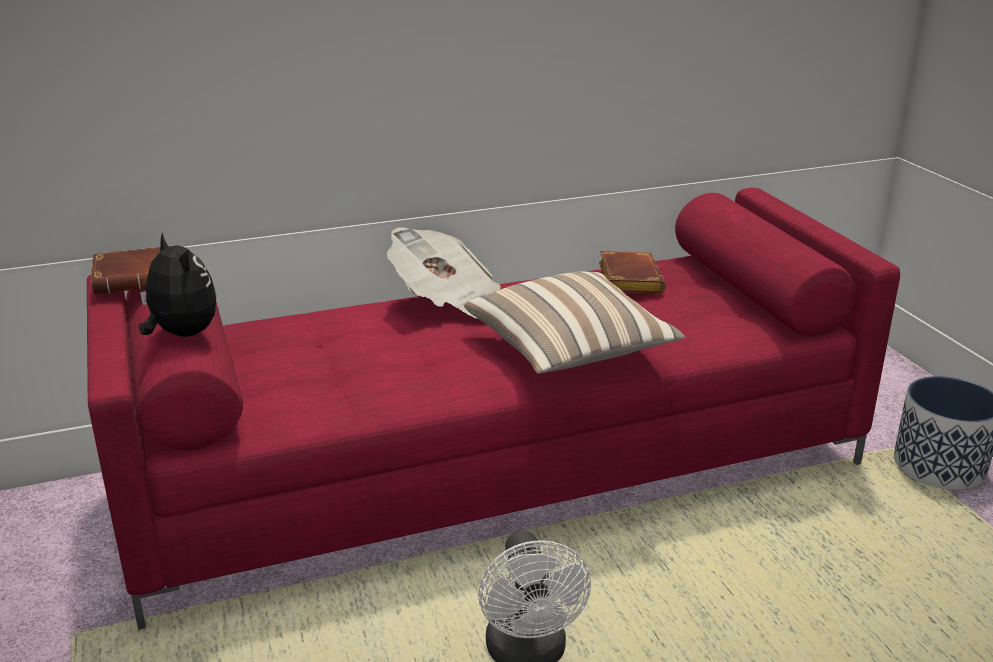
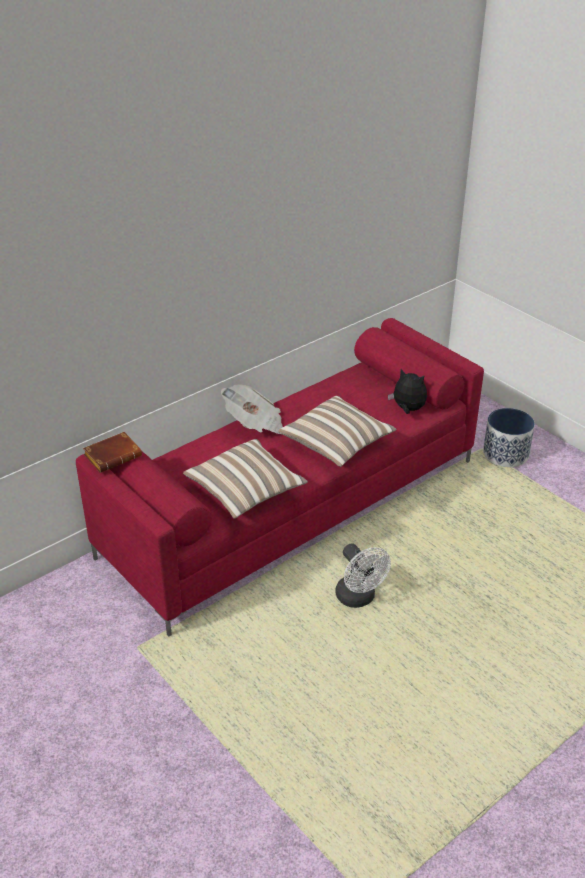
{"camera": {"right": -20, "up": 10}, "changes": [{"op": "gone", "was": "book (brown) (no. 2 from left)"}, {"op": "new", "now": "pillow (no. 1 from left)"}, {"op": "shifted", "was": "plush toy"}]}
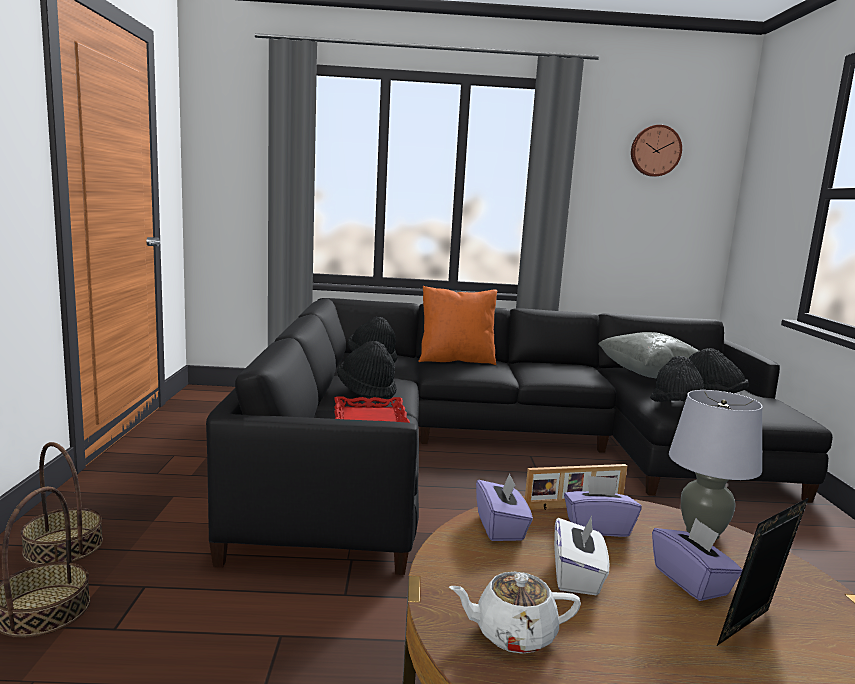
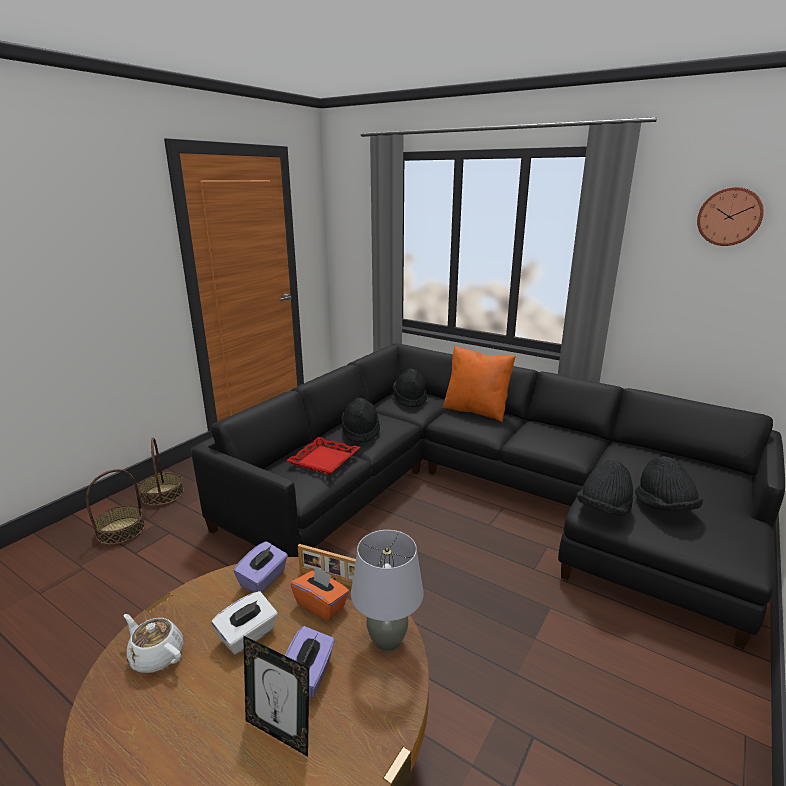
{"camera": {"right": 35, "up": 10}, "changes": [{"op": "gone", "was": "pillow (grey)"}, {"op": "repainted", "was": "tissue box (purple) (no. 2 from left)", "now": "tissue box (orange)"}, {"op": "rotated", "was": "picture frame (no. 2 from left in the first image)", "clockwise": -150}]}
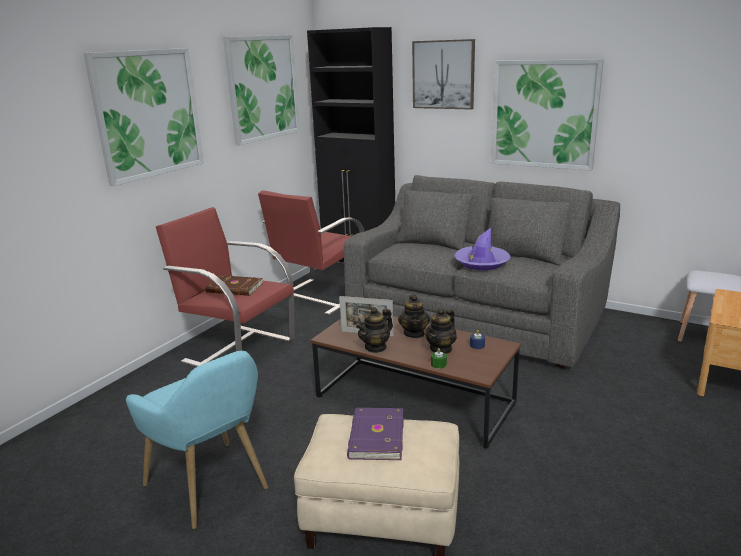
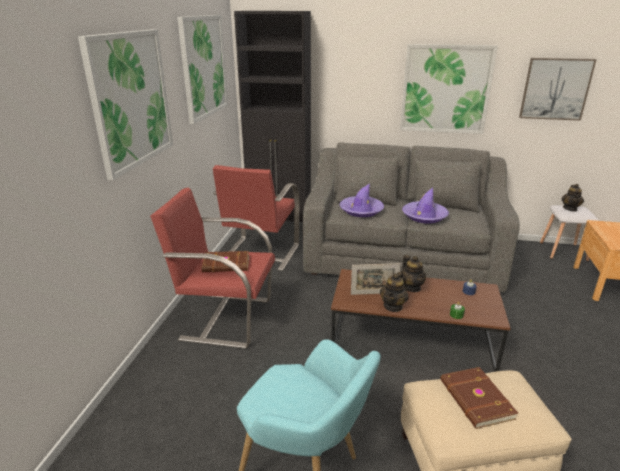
{"camera": {"right": -20, "up": 5}, "changes": [{"op": "new", "now": "hat (purple) (no. 1 from left)"}, {"op": "shifted", "was": "picture (no. 3 from left in the first image)", "now": "picture (no. 4 from left)"}, {"op": "shifted", "was": "teapot (no. 3 from left)"}, {"op": "repainted", "was": "book (purple)", "now": "book (brown) (no. 2 from left)"}]}
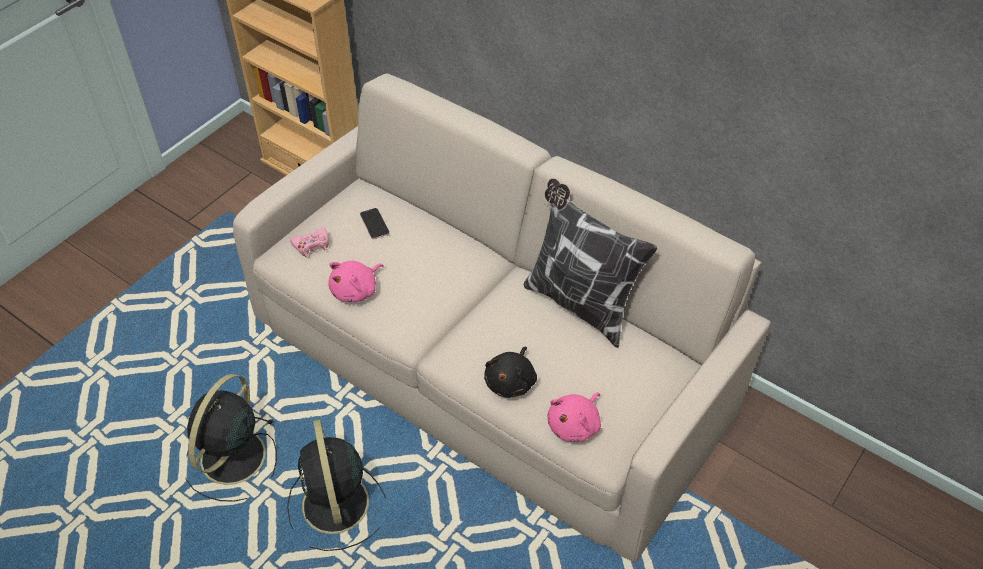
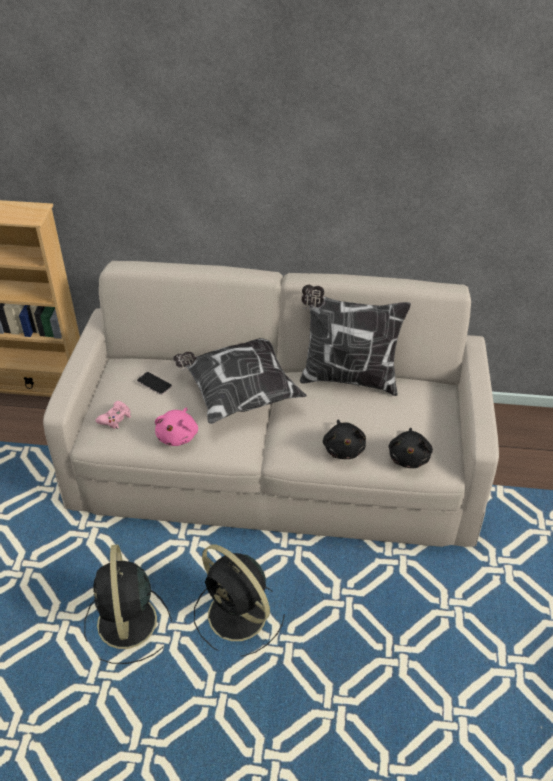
{"camera": {"right": -30, "up": -5}, "changes": [{"op": "new", "now": "pillow (no. 1 from left)"}, {"op": "repainted", "was": "plush toy (pink) (no. 2 from left)", "now": "plush toy (black) (no. 2 from left)"}]}
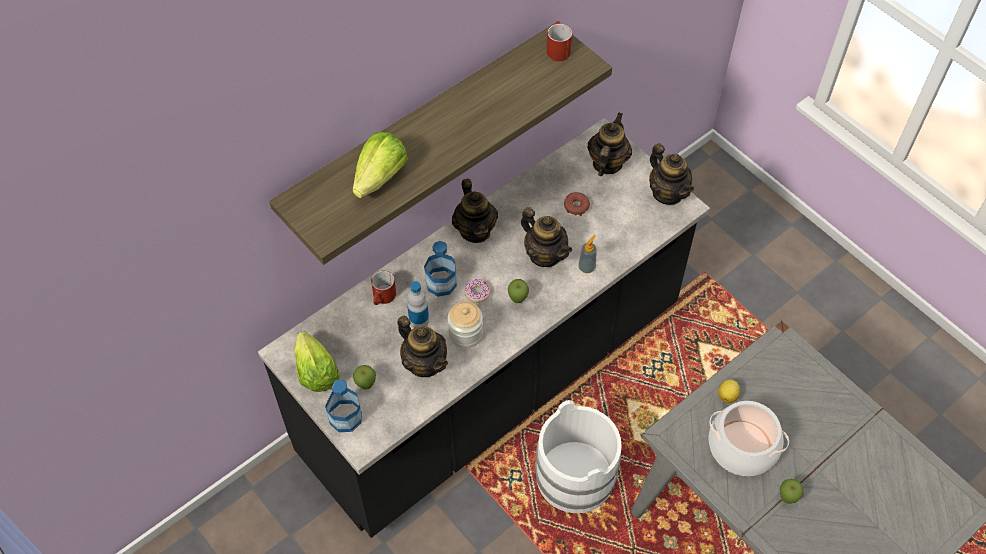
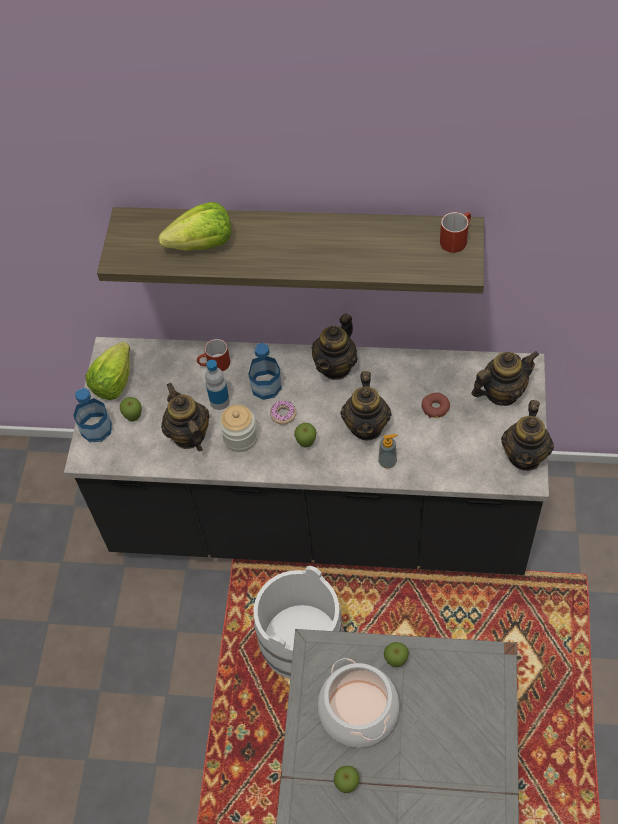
{"camera": {"right": 50, "up": 0}, "changes": [{"op": "swapped", "was": "lemon", "now": "apple (no. 4 from left)"}, {"op": "rotated", "was": "teapot (no. 1 from left)", "clockwise": 150}]}
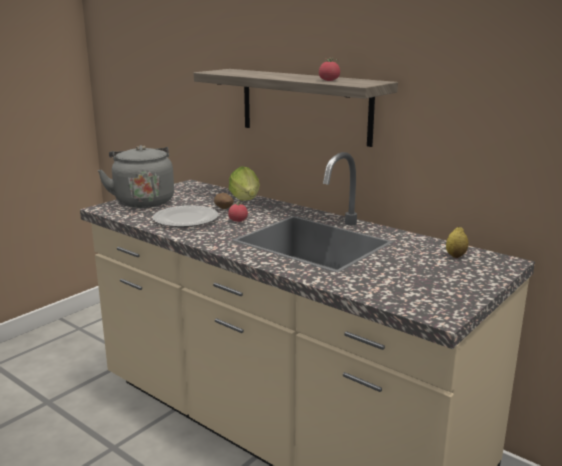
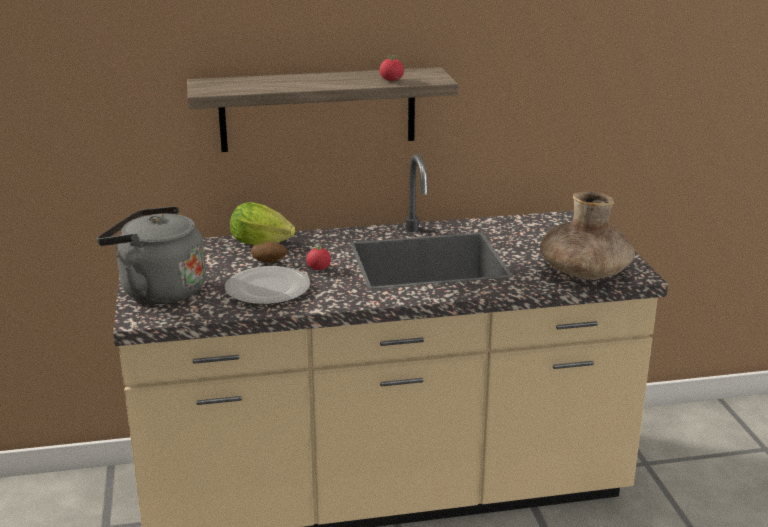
{"camera": {"right": -50, "up": 5}, "changes": [{"op": "gone", "was": "lemon"}, {"op": "new", "now": "vase (brown)"}]}
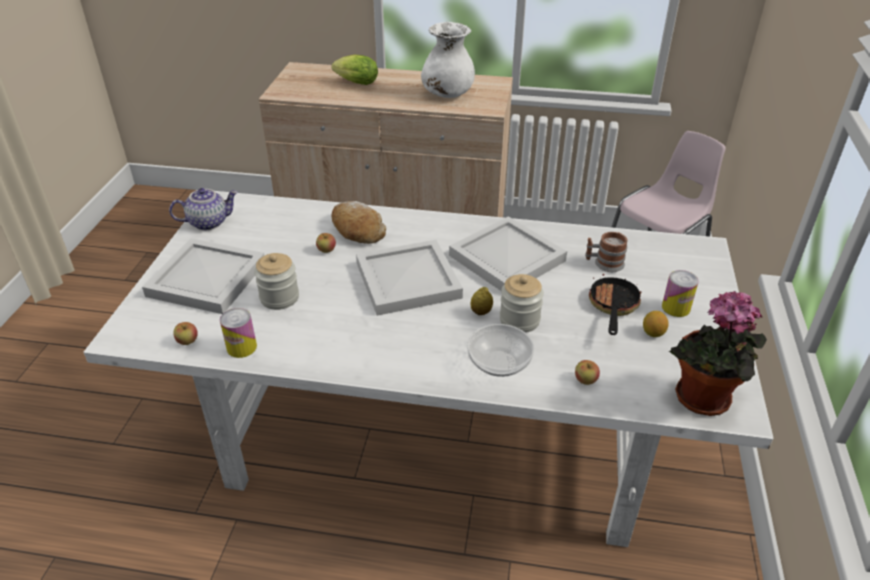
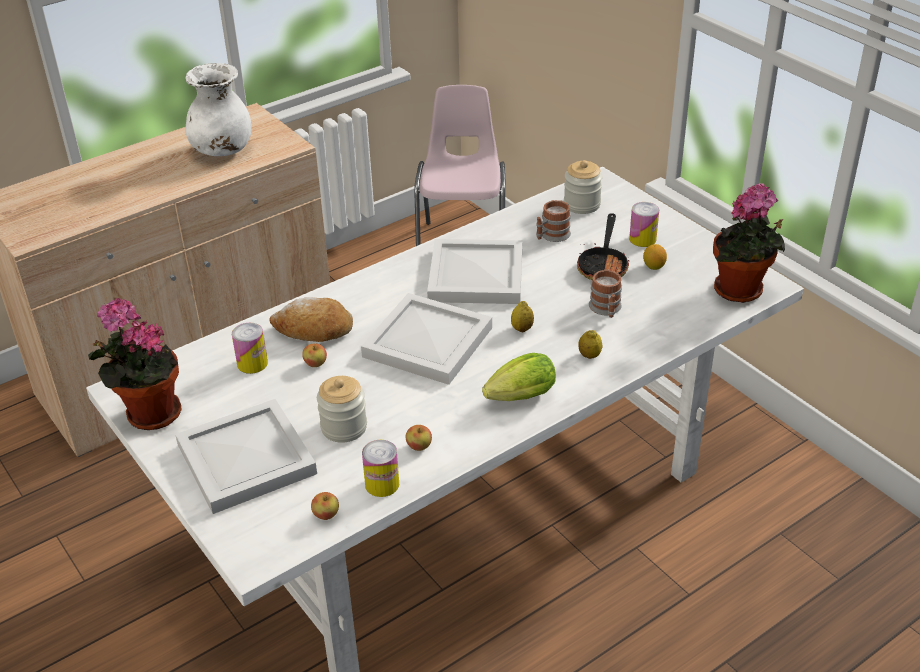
{"camera": {"right": -45, "up": 0}, "changes": [{"op": "new", "now": "can (no. 1 from left)"}, {"op": "new", "now": "mug (no. 2 from left)"}, {"op": "shifted", "was": "lettuce"}, {"op": "shifted", "was": "jar (no. 2 from left)"}, {"op": "shifted", "was": "apple (no. 3 from left)"}, {"op": "swapped", "was": "teapot", "now": "potted plant (no. 1 from left)"}, {"op": "swapped", "was": "bowl", "now": "lemon (no. 2 from left)"}, {"op": "rotated", "was": "frying pan", "clockwise": -135}]}
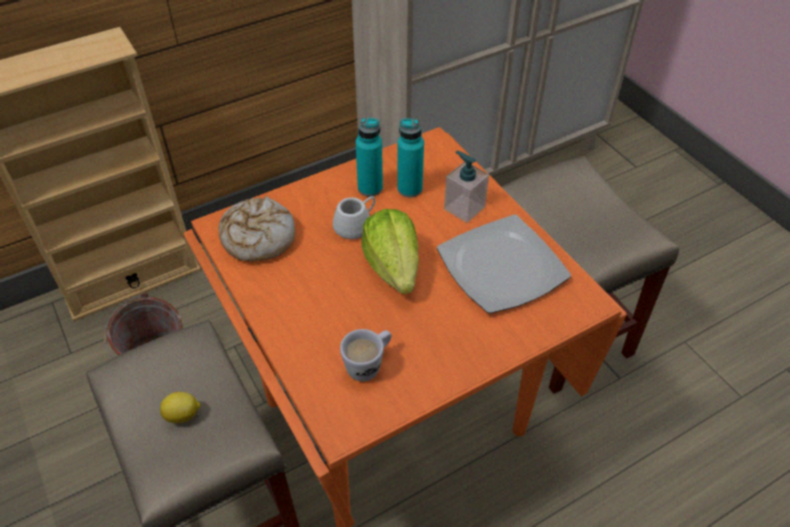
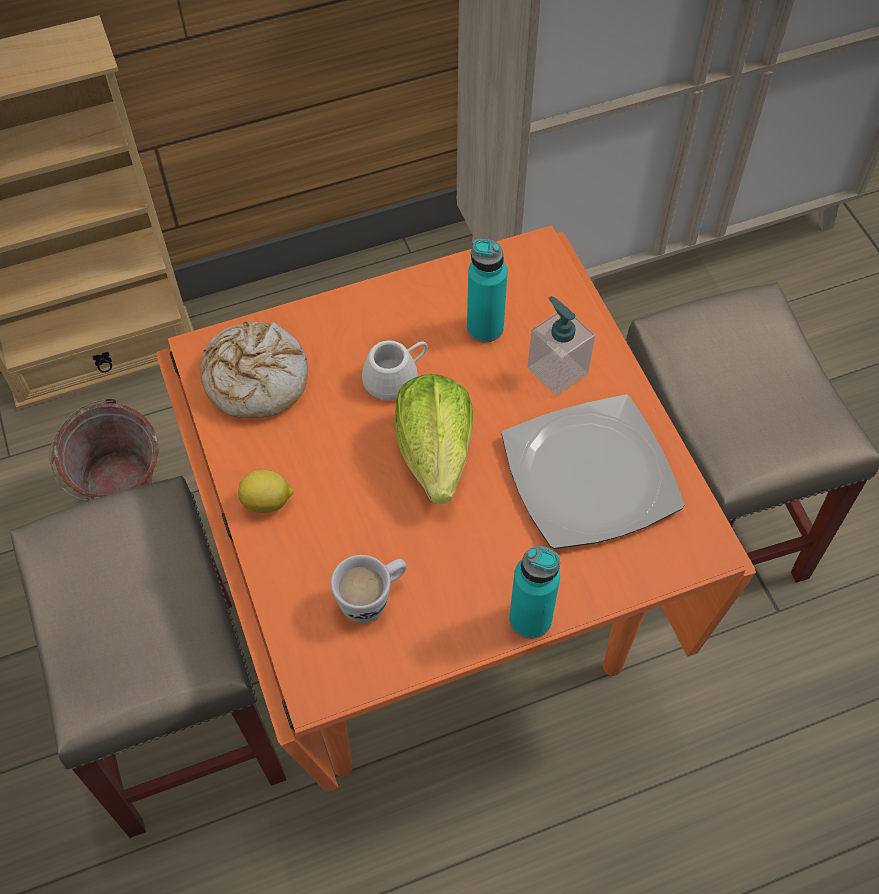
{"camera": {"right": 10, "up": 10}, "changes": [{"op": "shifted", "was": "lemon"}, {"op": "shifted", "was": "bottle (turquoise) (no. 1 from left in the first image)", "now": "bottle (turquoise) (no. 2 from left)"}]}
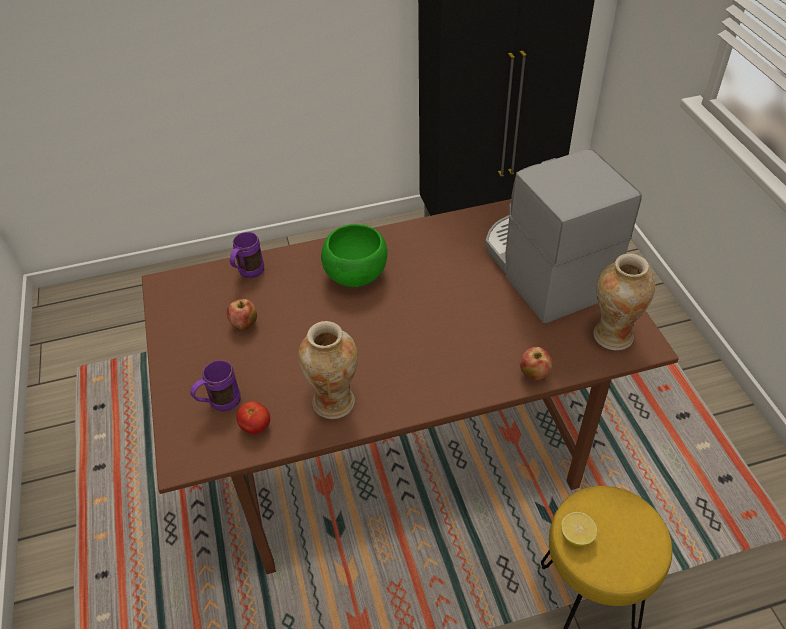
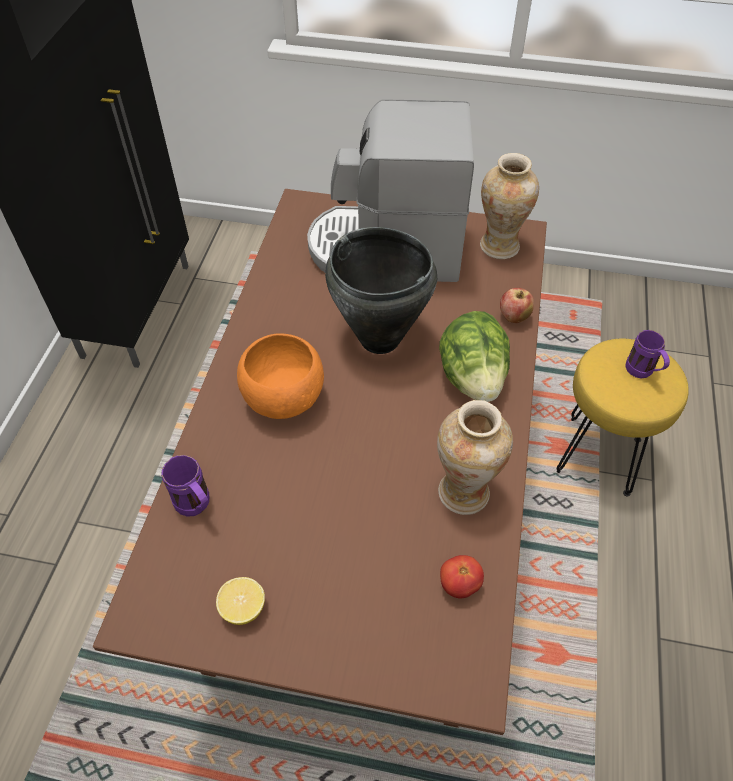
{"camera": {"right": -65, "up": 5}, "changes": [{"op": "gone", "was": "apple (no. 1 from left)"}, {"op": "new", "now": "cooking pot (black)"}, {"op": "new", "now": "lettuce"}, {"op": "shifted", "was": "mug (purple) (no. 1 from left in the first image)", "now": "mug (purple) (no. 2 from left)"}, {"op": "shifted", "was": "lemon"}, {"op": "repainted", "was": "bowl (green)", "now": "bowl (orange)"}]}
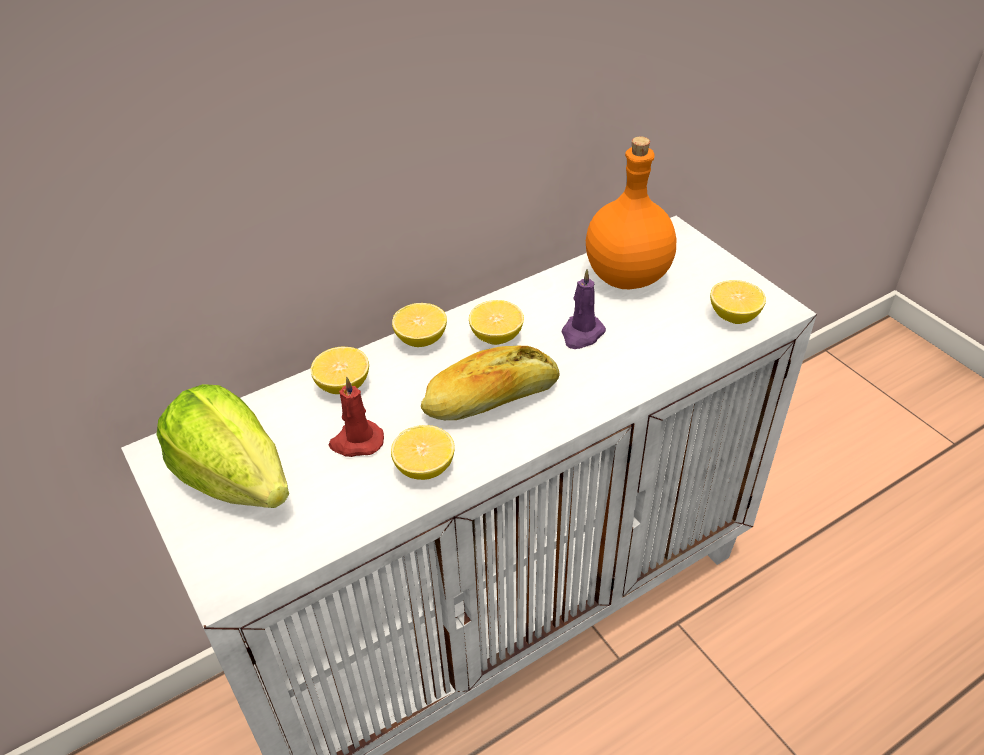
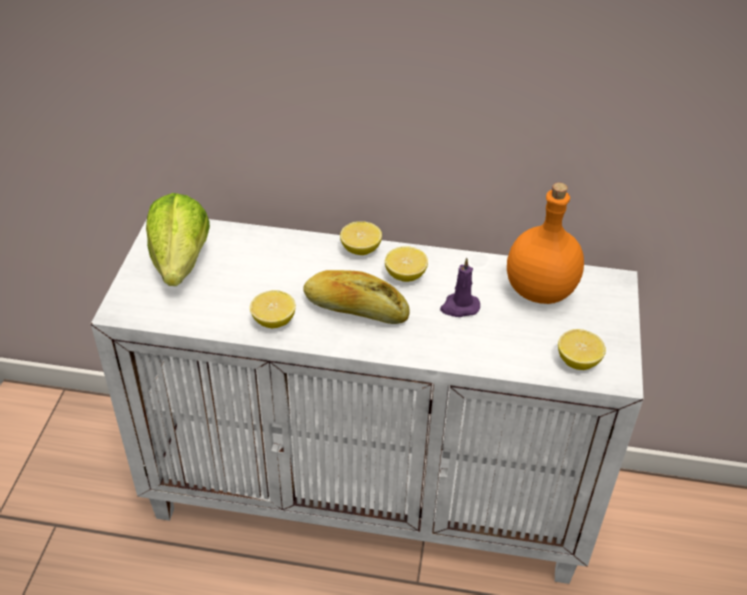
{"camera": {"right": 40, "up": 0}, "changes": [{"op": "gone", "was": "lemon (no. 1 from left)"}, {"op": "gone", "was": "candle (red)"}]}
